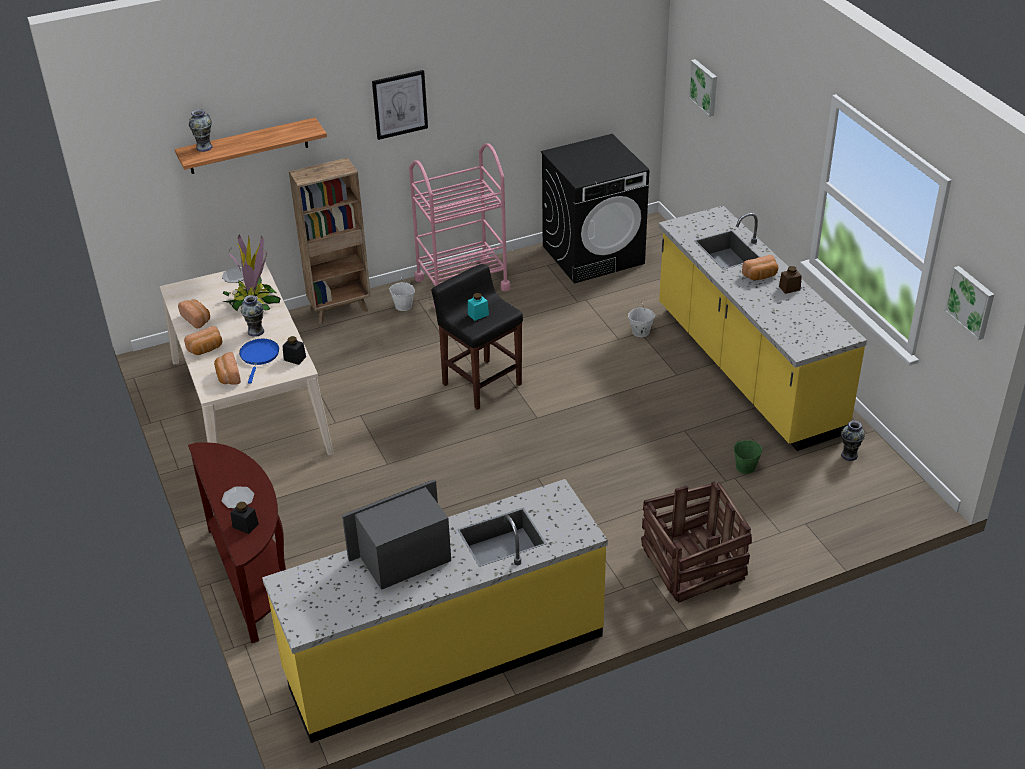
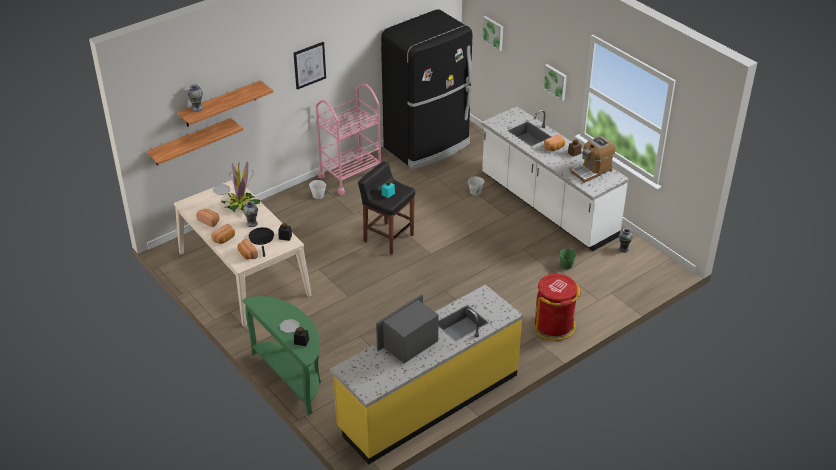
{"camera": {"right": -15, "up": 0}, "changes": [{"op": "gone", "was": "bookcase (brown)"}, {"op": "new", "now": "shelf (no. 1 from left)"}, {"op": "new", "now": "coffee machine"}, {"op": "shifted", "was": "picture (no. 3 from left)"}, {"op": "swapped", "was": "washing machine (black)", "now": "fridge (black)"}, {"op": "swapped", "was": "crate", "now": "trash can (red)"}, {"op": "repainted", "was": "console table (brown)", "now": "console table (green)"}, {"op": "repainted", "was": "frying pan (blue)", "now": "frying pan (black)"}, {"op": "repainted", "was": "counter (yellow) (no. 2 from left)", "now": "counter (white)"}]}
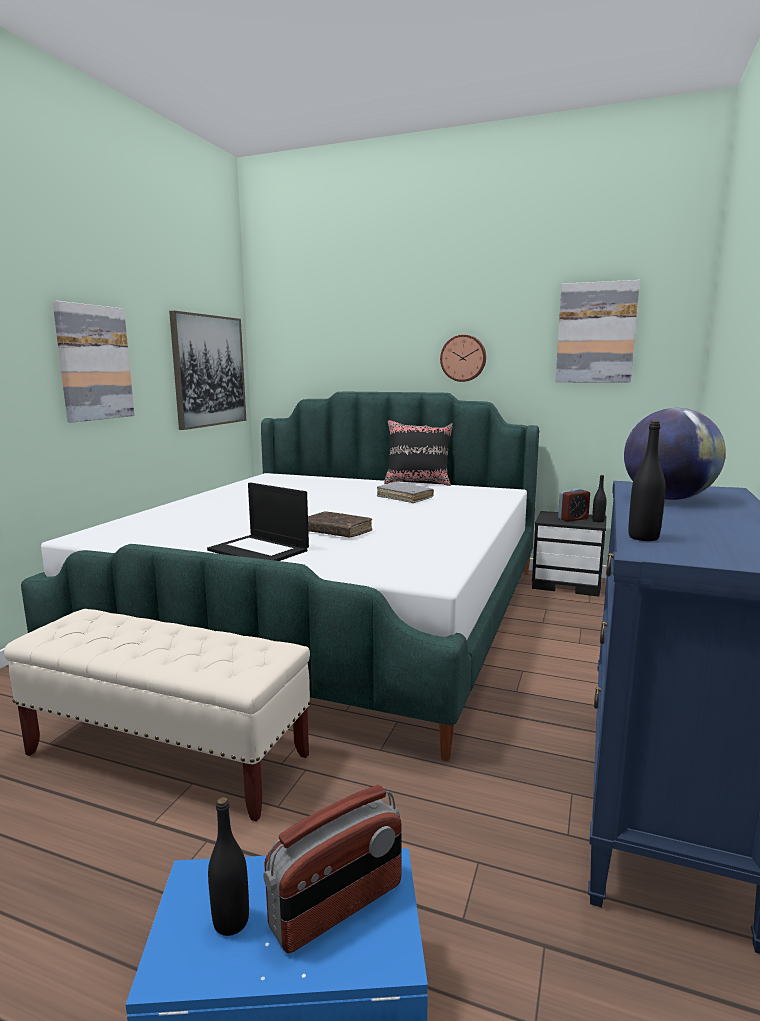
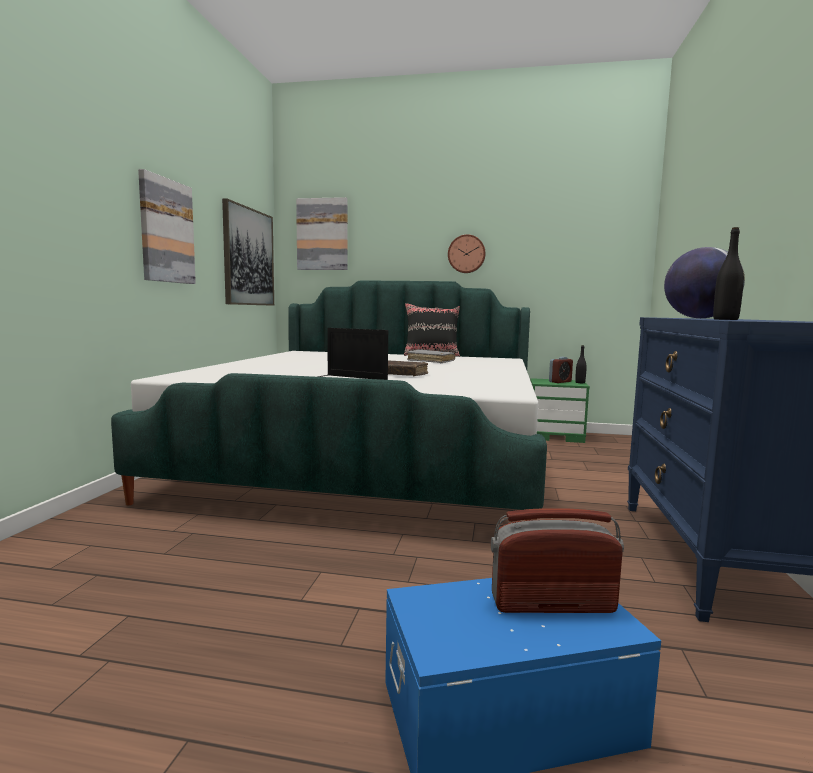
{"camera": {"right": -10, "up": -5}, "changes": [{"op": "gone", "was": "bench (beige)"}, {"op": "gone", "was": "bottle (black) (no. 1 from left)"}, {"op": "shifted", "was": "picture (no. 3 from left)"}, {"op": "repainted", "was": "nightstand (black)", "now": "nightstand (green)"}, {"op": "rotated", "was": "radio", "clockwise": -135}]}
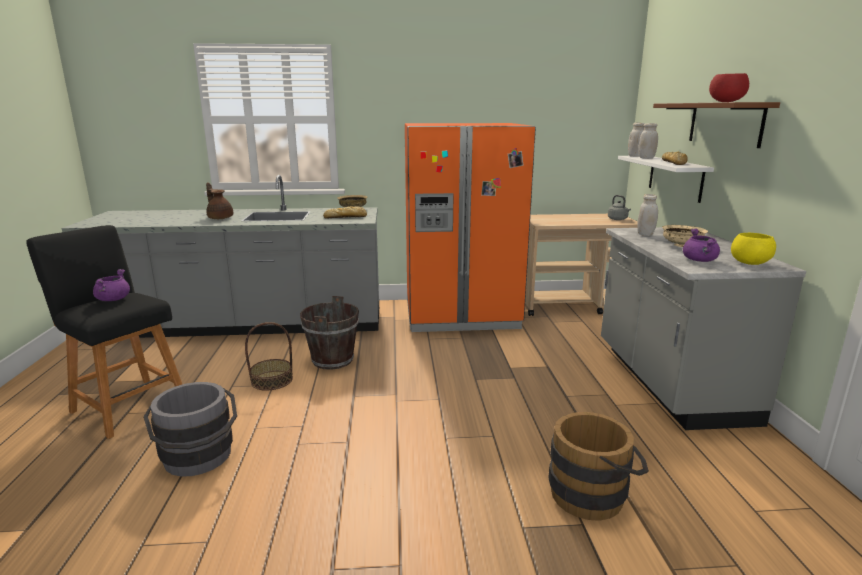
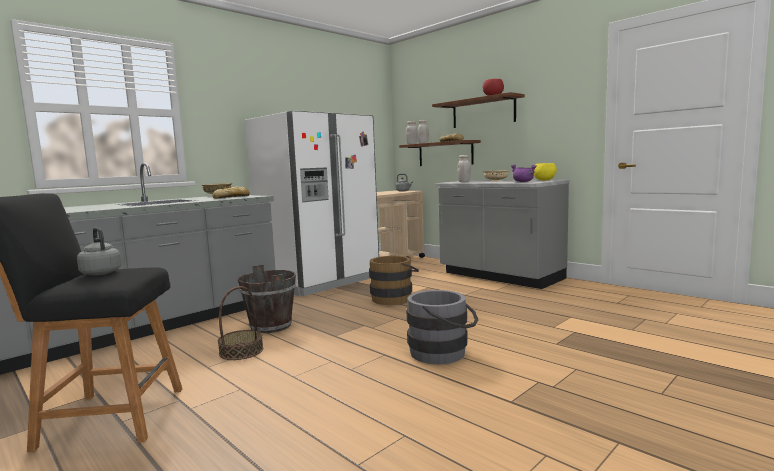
{"camera": {"right": -40, "up": -10}, "changes": [{"op": "gone", "was": "teapot (brown)"}, {"op": "shifted", "was": "bucket (grey)"}, {"op": "shifted", "was": "bucket (brown) (no. 2 from left)"}, {"op": "swapped", "was": "cooking pot (purple) (no. 1 from left)", "now": "kettle (grey) (no. 1 from left)"}, {"op": "repainted", "was": "fridge (orange)", "now": "fridge (white)"}, {"op": "repainted", "was": "shelf (white)", "now": "shelf (brown) (no. 1 from left)"}]}
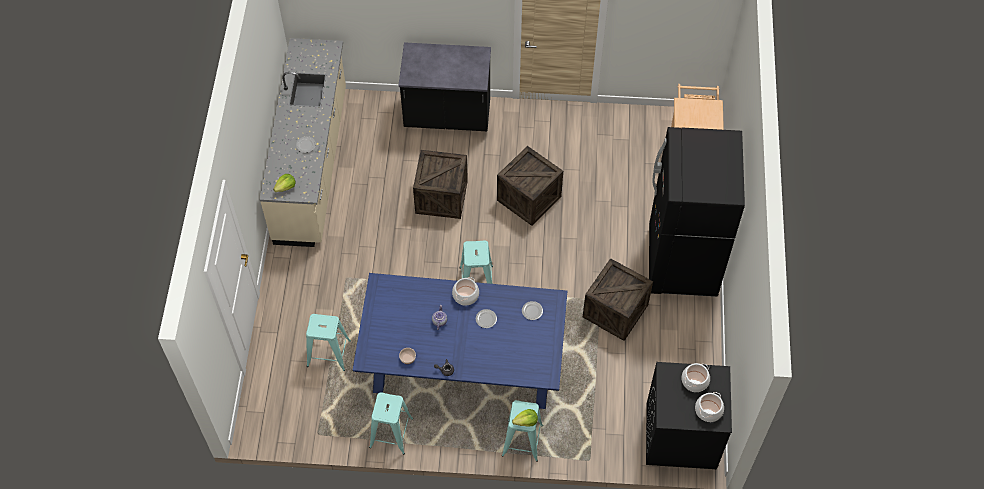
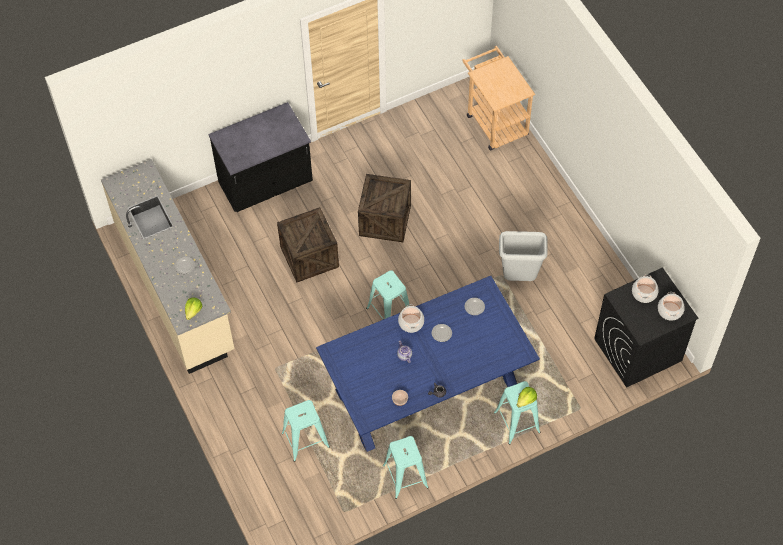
{"camera": {"right": -30, "up": 0}, "changes": [{"op": "gone", "was": "fridge (black)"}, {"op": "swapped", "was": "crate (no. 3 from left)", "now": "trash can (grey)"}]}
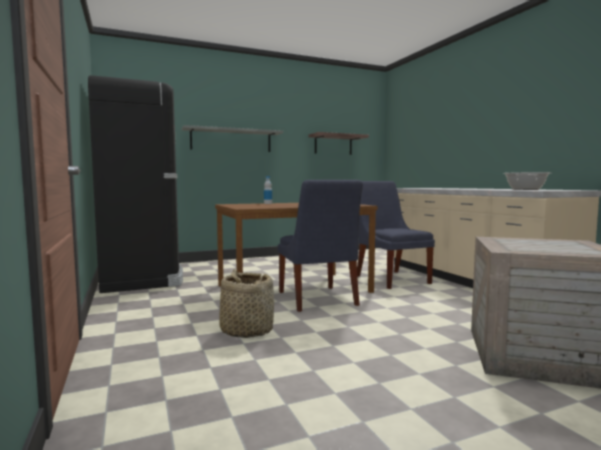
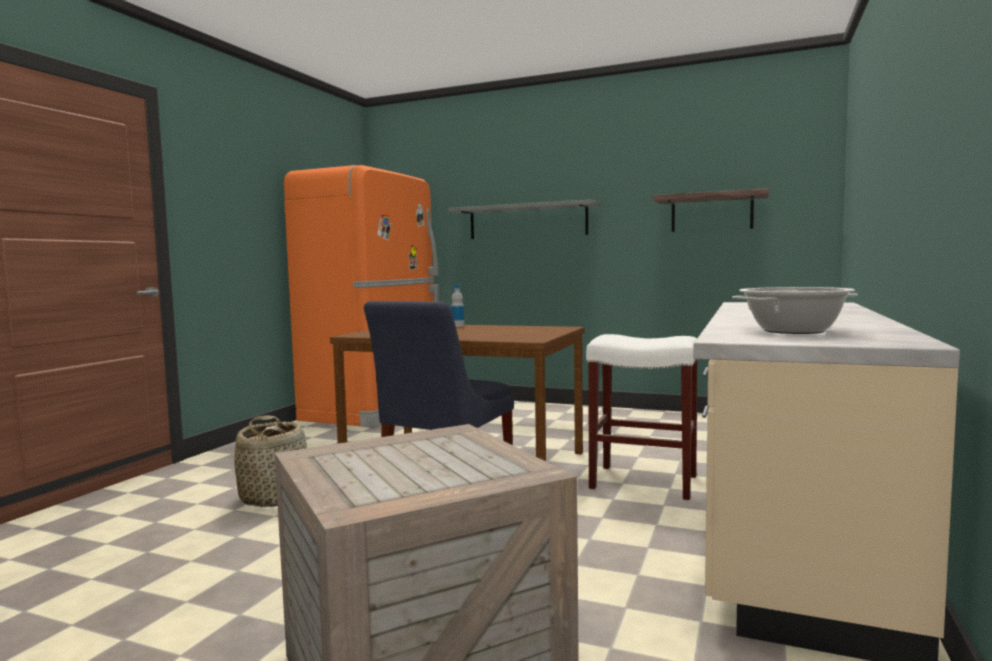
{"camera": {"right": 45, "up": 0}, "changes": [{"op": "swapped", "was": "chair (blue) (no. 2 from left)", "now": "stool (white)"}, {"op": "repainted", "was": "fridge (black)", "now": "fridge (orange)"}]}
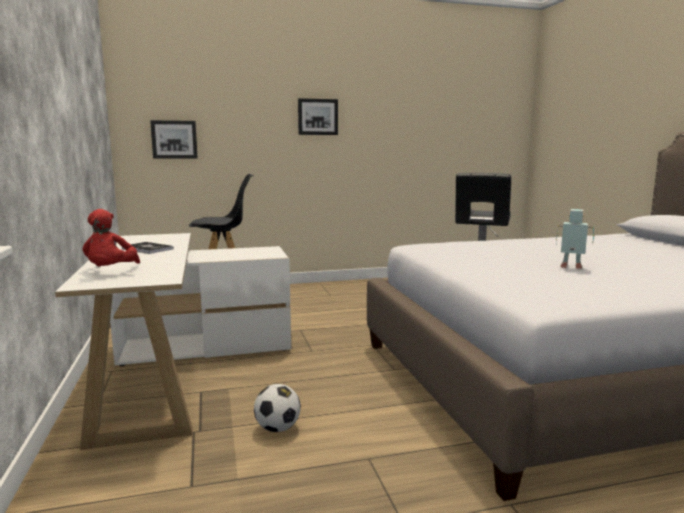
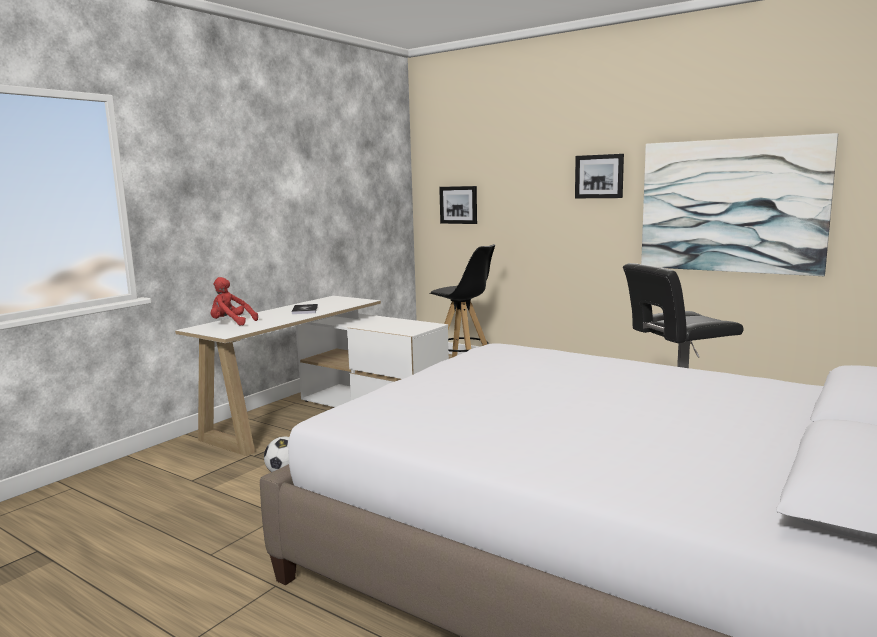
{"camera": {"right": 50, "up": 0}, "changes": [{"op": "gone", "was": "toy robot"}, {"op": "new", "now": "picture (no. 3 from left)"}, {"op": "rotated", "was": "plush toy (red)", "clockwise": 60}]}
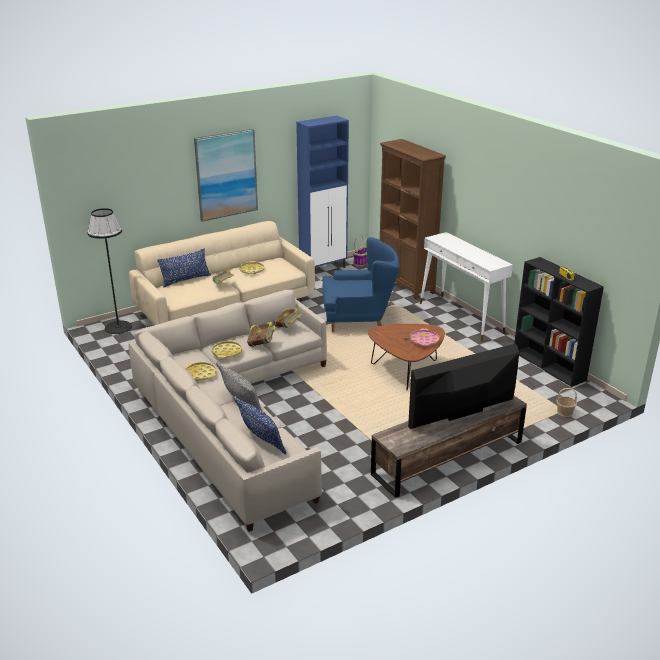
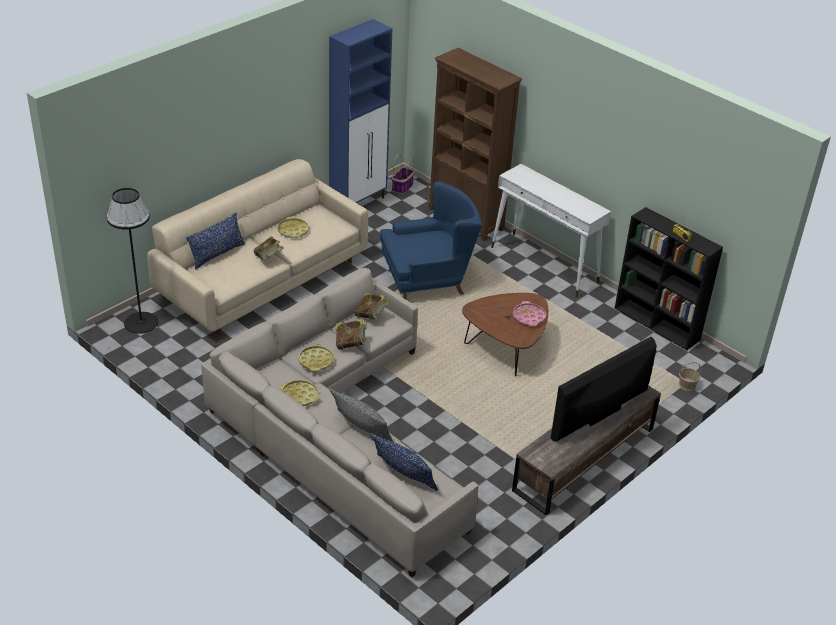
{"camera": {"right": -15, "up": 10}, "changes": [{"op": "gone", "was": "picture"}]}
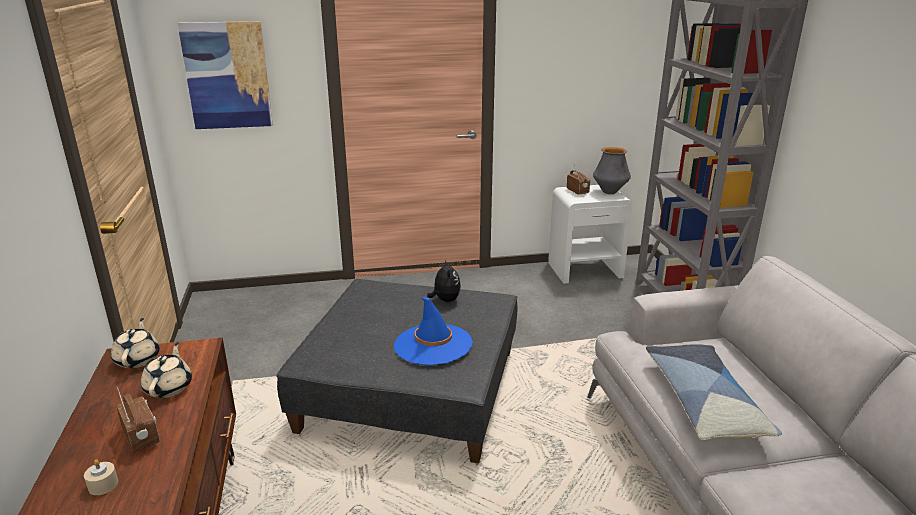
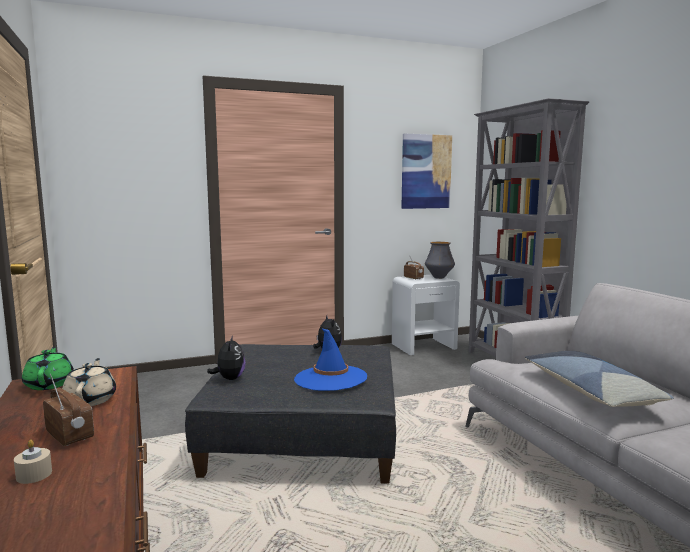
{"camera": {"right": -10, "up": -15}, "changes": [{"op": "new", "now": "plush toy (no. 1 from left)"}, {"op": "shifted", "was": "picture"}, {"op": "repainted", "was": "teapot (beige) (no. 1 from left)", "now": "teapot (green)"}]}
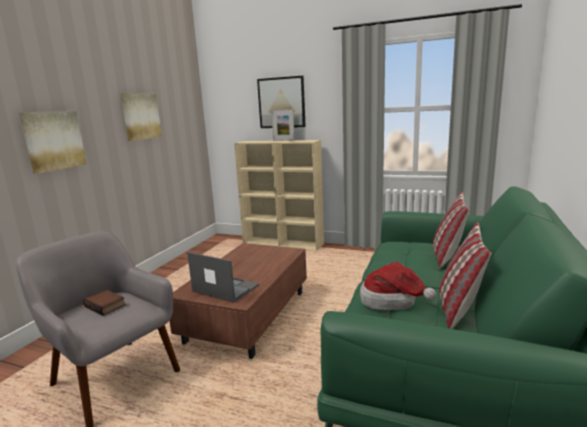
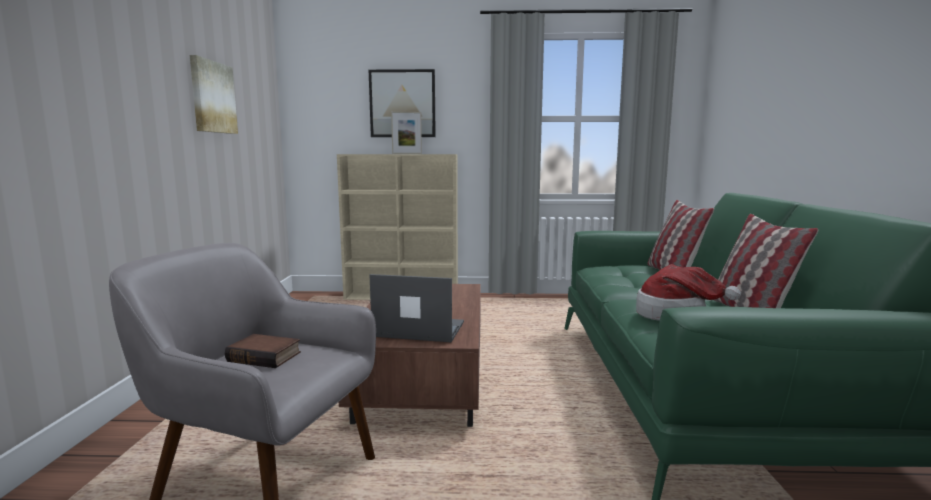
{"camera": {"right": -20, "up": -5}, "changes": [{"op": "gone", "was": "picture (no. 1 from left)"}]}
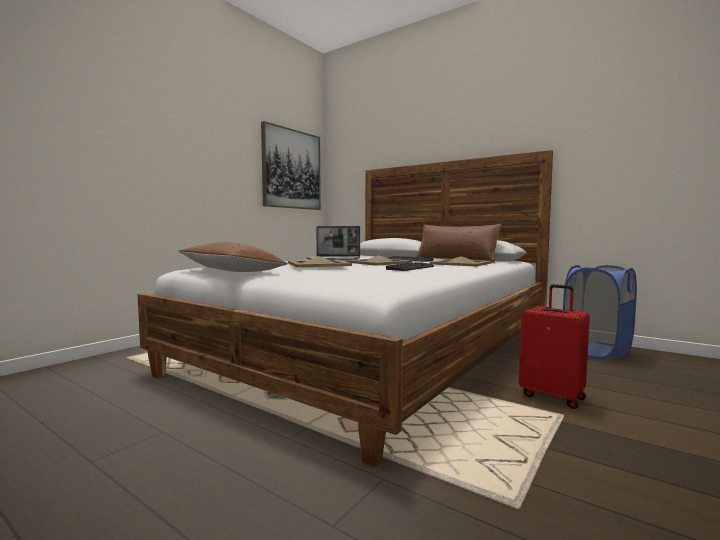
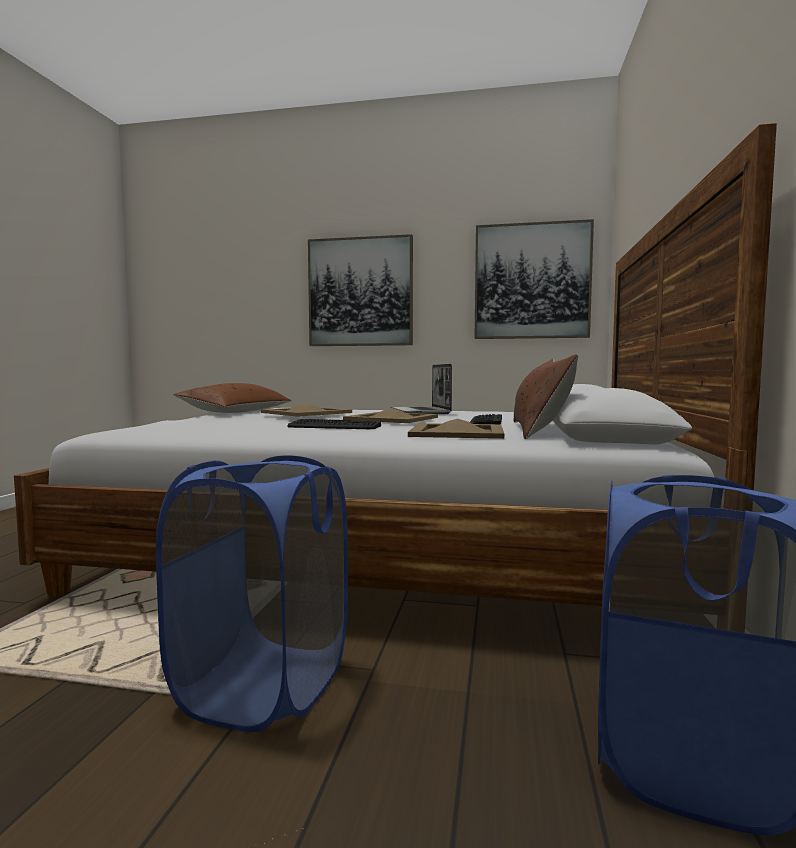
{"camera": {"right": 65, "up": 0}, "changes": [{"op": "new", "now": "picture (no. 1 from left)"}, {"op": "swapped", "was": "suitcase (red)", "now": "laundry basket (blue) (no. 1 from left)"}]}
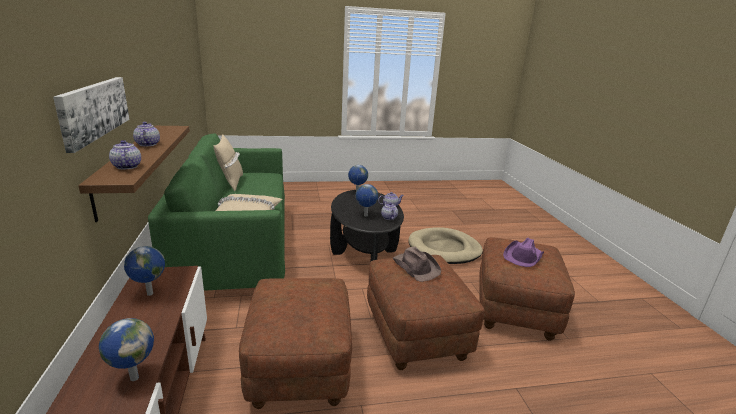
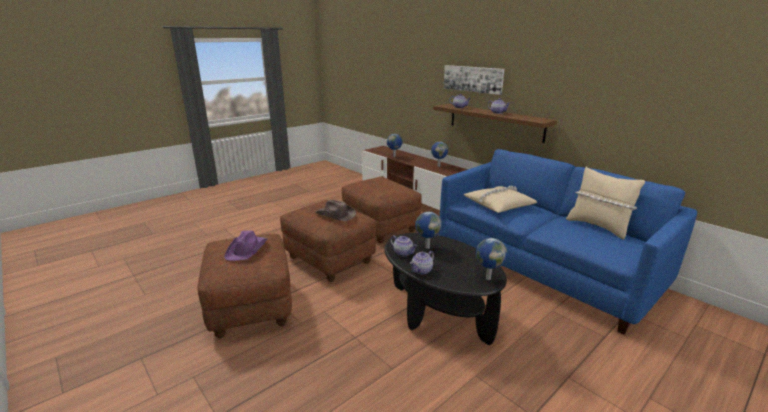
{"camera": {"right": 150, "up": 0}, "changes": [{"op": "gone", "was": "dog bed (beige)"}, {"op": "repainted", "was": "sofa (green)", "now": "sofa (blue)"}]}
